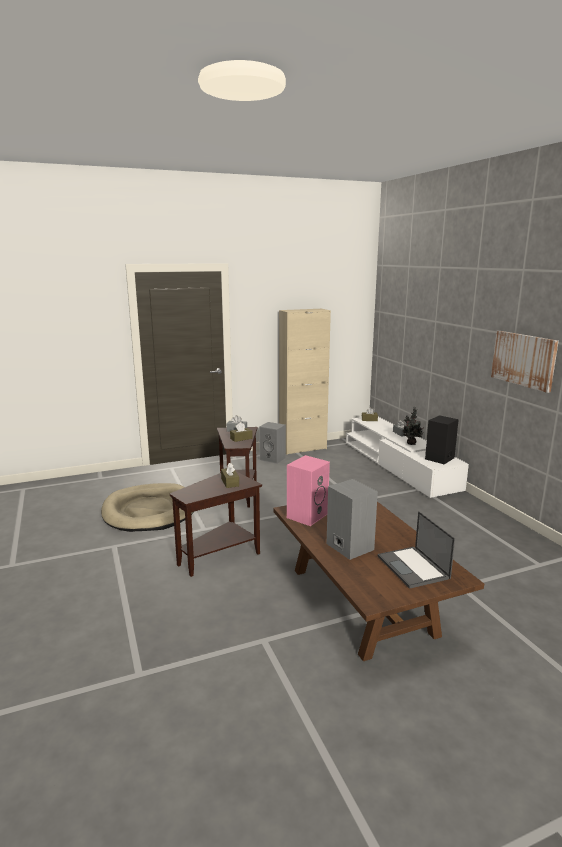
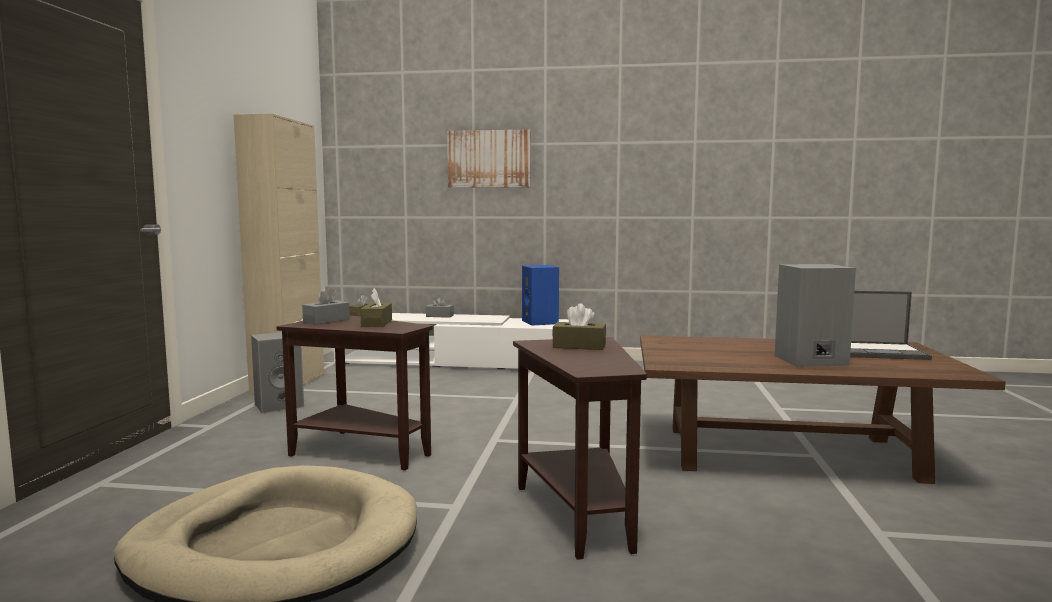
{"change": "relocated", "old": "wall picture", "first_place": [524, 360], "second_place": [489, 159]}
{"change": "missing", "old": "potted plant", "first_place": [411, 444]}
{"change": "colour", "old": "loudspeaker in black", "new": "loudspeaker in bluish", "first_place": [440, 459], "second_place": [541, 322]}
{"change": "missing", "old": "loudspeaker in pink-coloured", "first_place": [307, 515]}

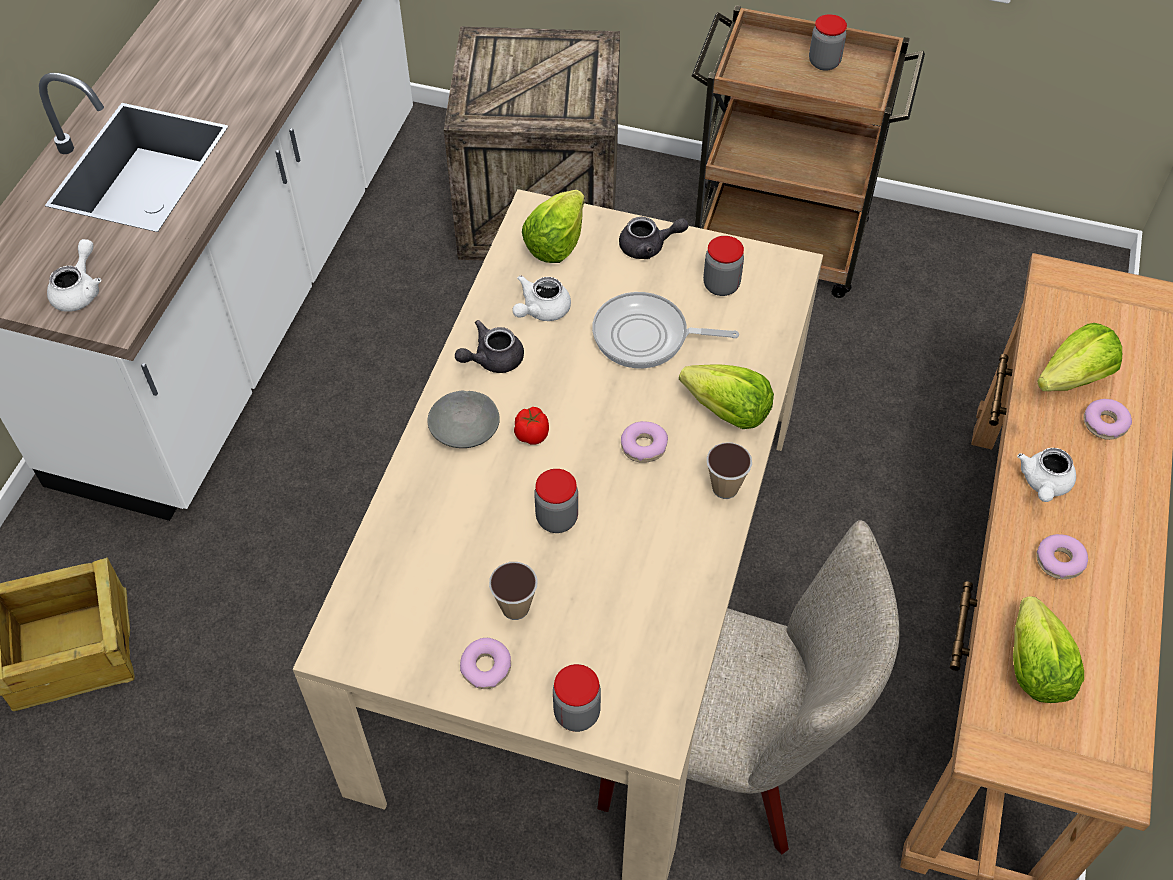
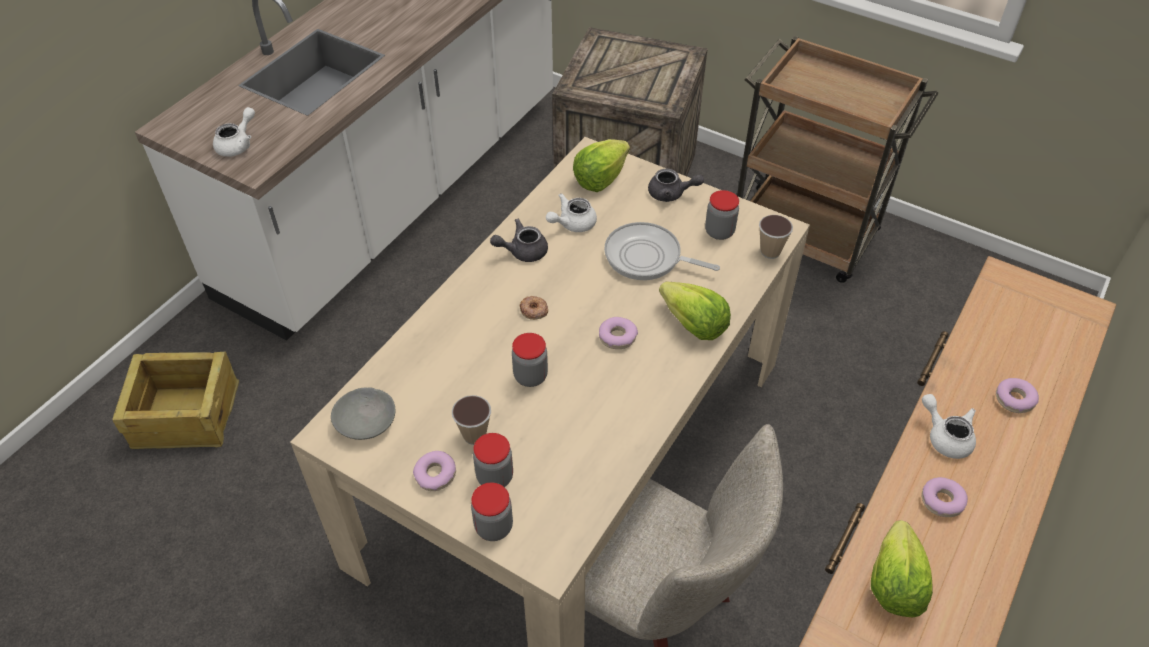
{"change": "relocated", "old": "jar", "first_place": [824, 62], "second_place": [495, 477]}
{"change": "missing", "old": "lettuce", "first_place": [1073, 378]}
{"change": "relocated", "old": "serving bowl in grey", "first_place": [465, 428], "second_place": [366, 421]}
{"change": "exchanged", "old": "tomato", "new": "doughnut", "first_place": [532, 434], "second_place": [533, 310]}
{"change": "relocated", "old": "drinking cup", "first_place": [725, 488], "second_place": [770, 251]}
{"change": "spun", "old": "pot for tea in white", "first_place": [1043, 484], "second_place": [945, 436], "degrees": 105}

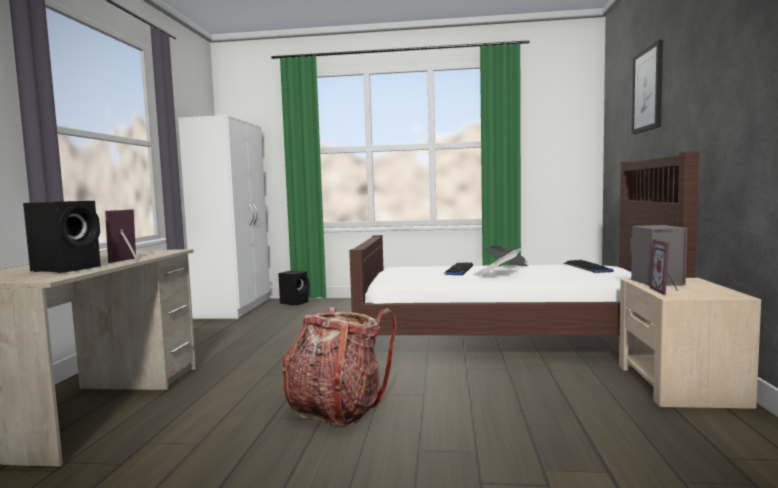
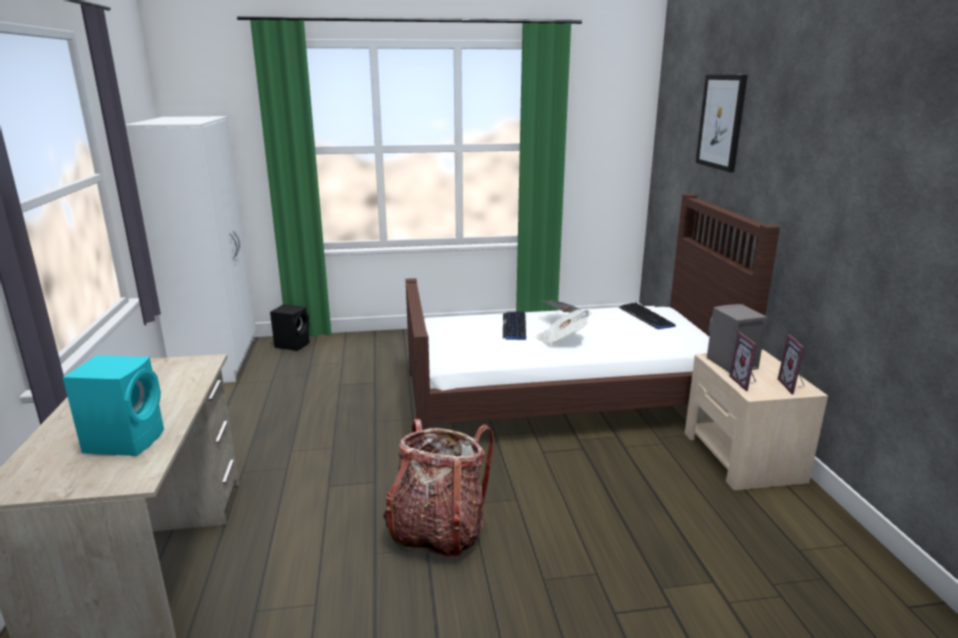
{"change": "colour", "old": "loudspeaker in black", "new": "loudspeaker in blue-green", "first_place": [68, 269], "second_place": [127, 440]}
{"change": "relocated", "old": "standing frame", "first_place": [129, 260], "second_place": [794, 386]}

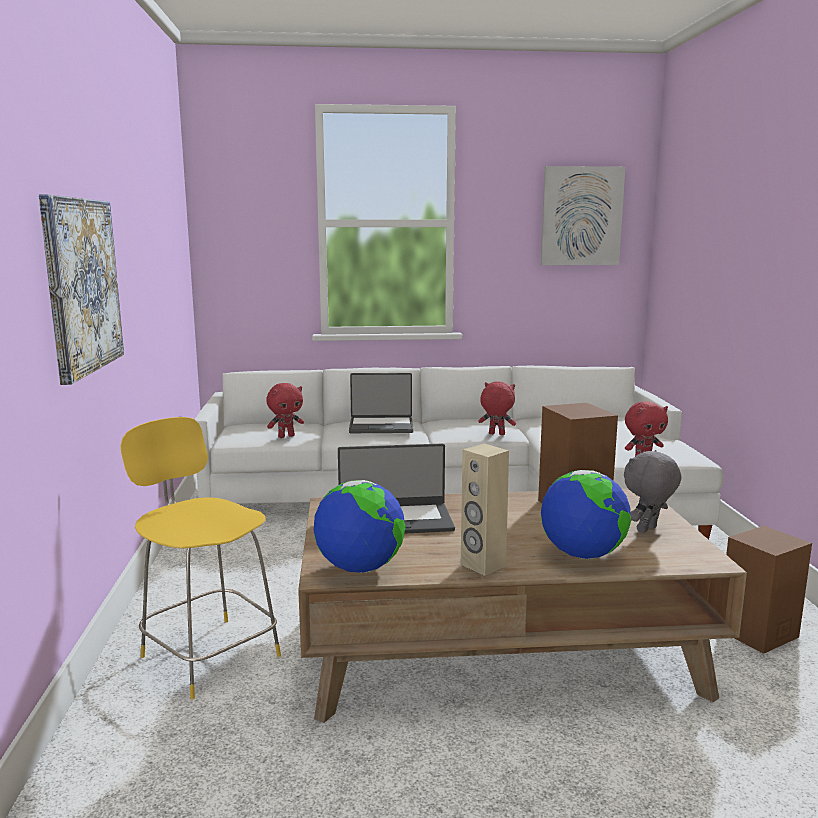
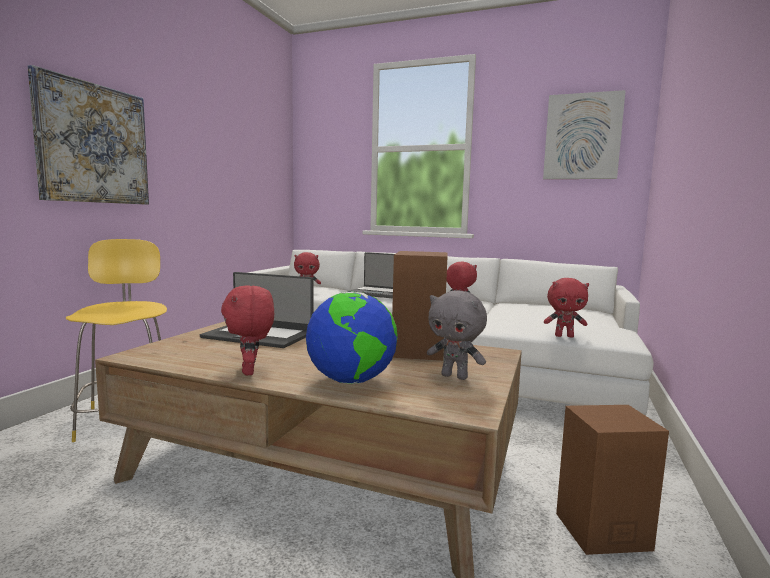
{"change": "exchanged", "old": "loudspeaker in beige-coloured", "new": "cuddly toy in red", "first_place": [482, 565], "second_place": [250, 371]}
{"change": "spun", "old": "cuddly toy in grey", "first_place": [648, 530], "second_place": [455, 376], "degrees": -135}
{"change": "missing", "old": "globe", "first_place": [360, 568]}

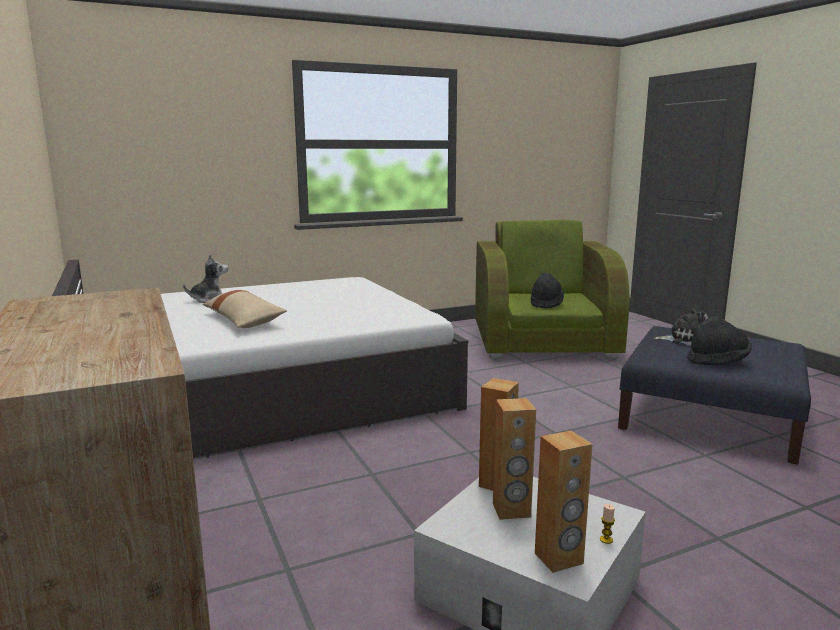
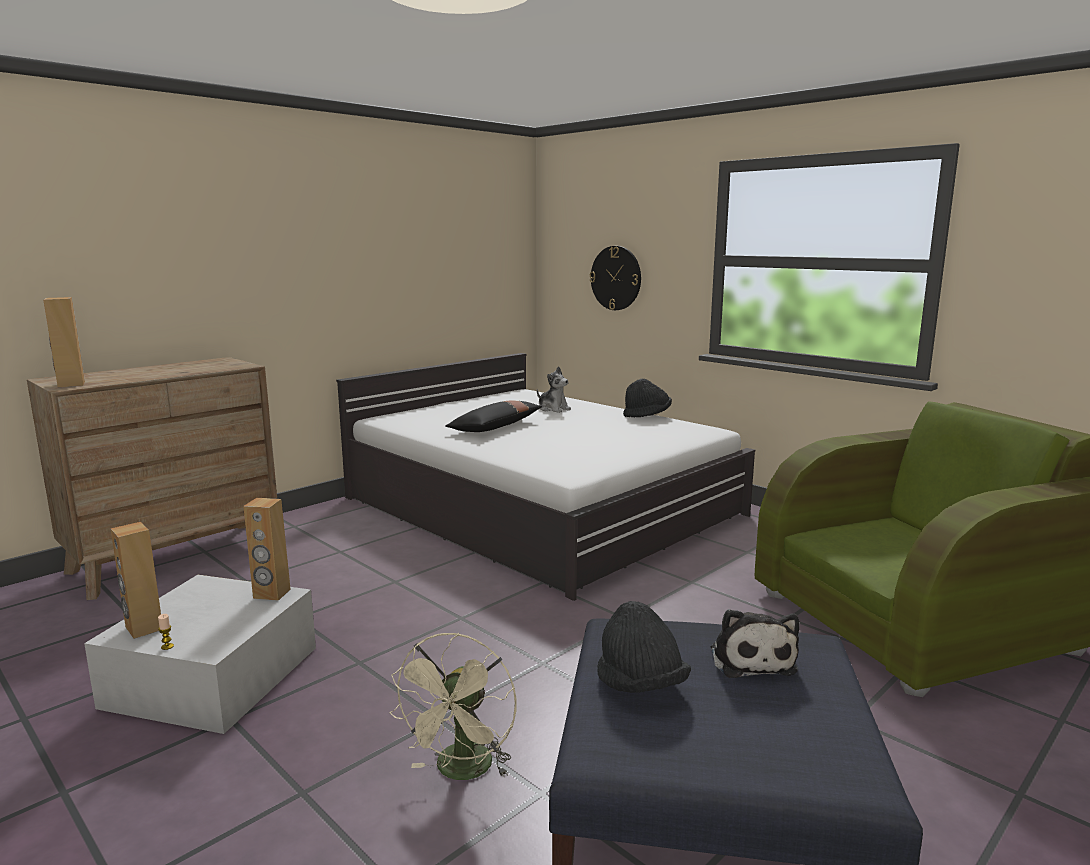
{"change": "relocated", "old": "clothing hat in black", "first_place": [546, 304], "second_place": [647, 416]}
{"change": "colour", "old": "throw pillow in beige-coloured", "new": "throw pillow in black", "first_place": [243, 320], "second_place": [495, 427]}
{"change": "relocated", "old": "loudspeaker in brown", "first_place": [511, 510], "second_place": [71, 384]}
{"change": "appeared", "new": "clock on the wall", "second_place": [616, 278]}
{"change": "appeared", "new": "electric fan in beige-coloured", "second_place": [461, 772]}

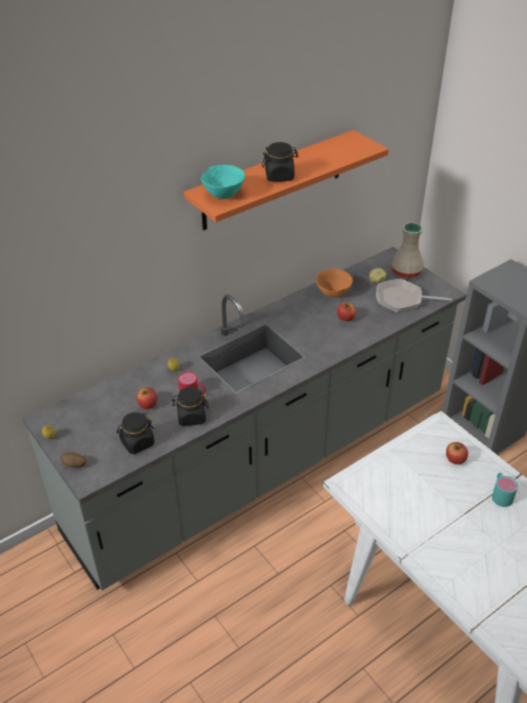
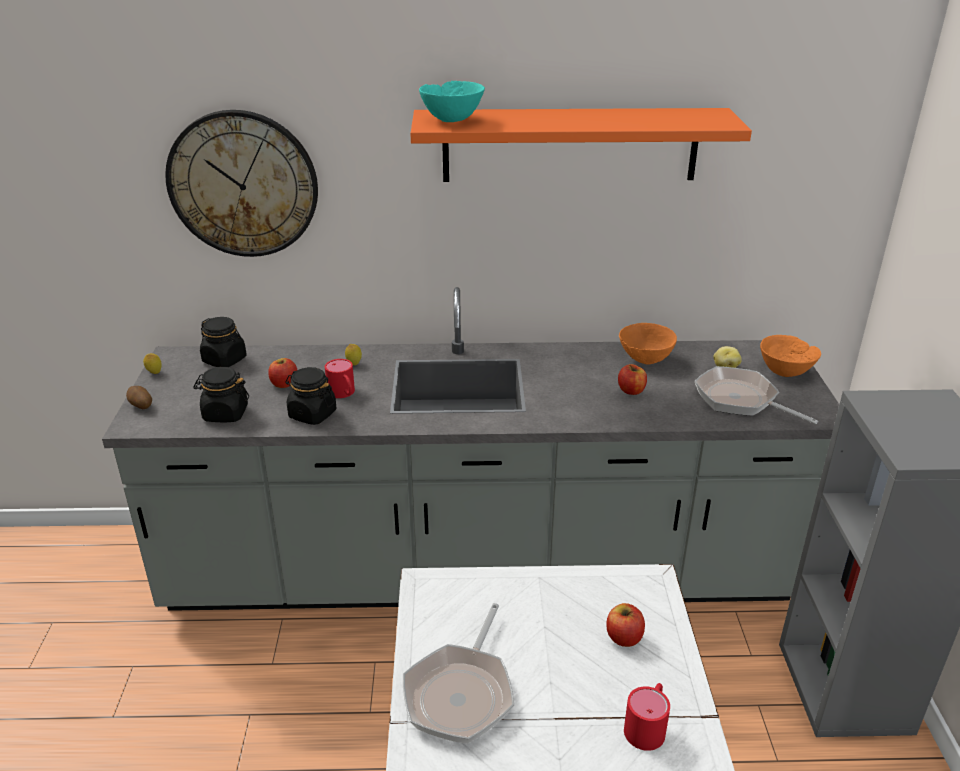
{"change": "relocated", "old": "jar in black", "first_place": [279, 176], "second_place": [225, 360]}
{"change": "exchanged", "old": "flower vase in beige-coloured", "new": "serving bowl in orange-coloured", "first_place": [407, 272], "second_place": [785, 372]}
{"change": "colour", "old": "coffee mug in blue-green", "new": "coffee mug in red", "first_place": [500, 494], "second_place": [648, 725]}
{"change": "appeared", "new": "clock on the wall", "second_place": [243, 184]}
{"change": "appeared", "new": "frying pan", "second_place": [461, 693]}

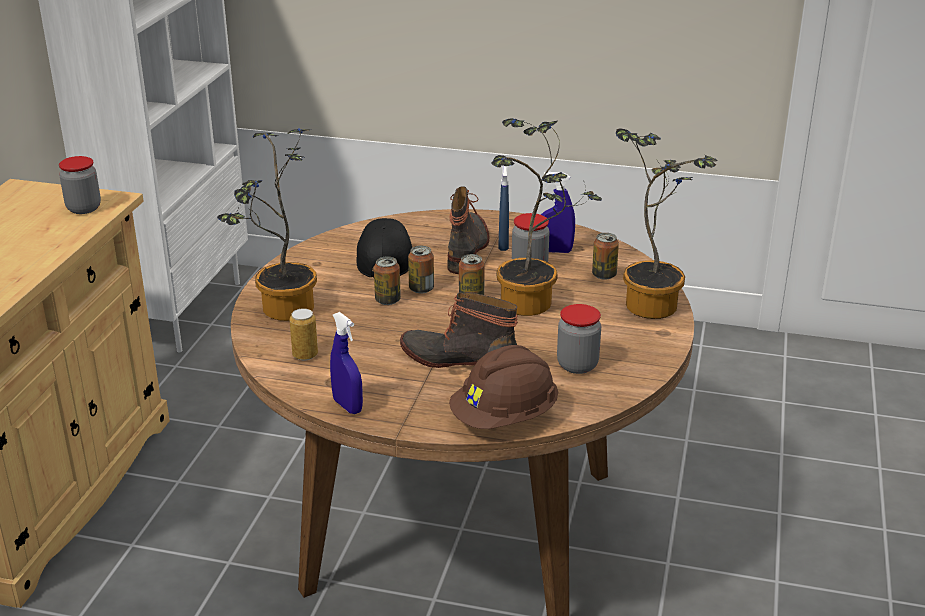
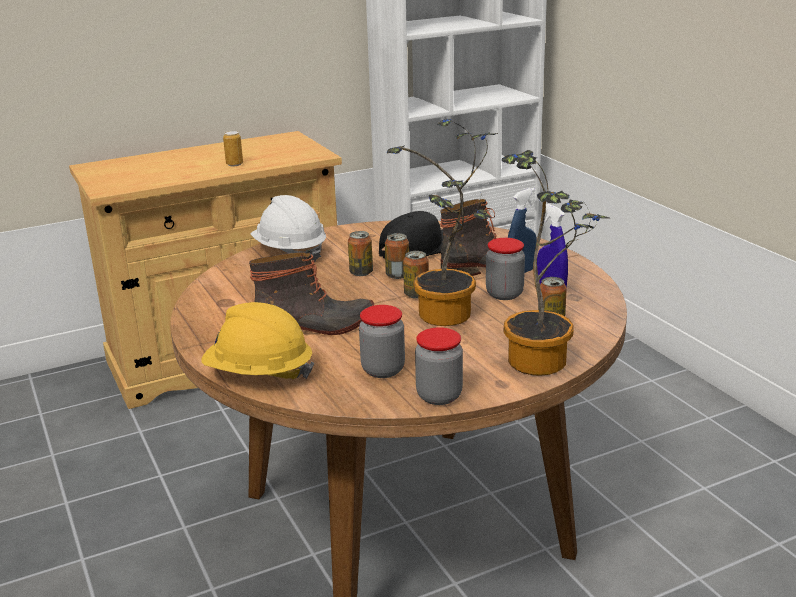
{"change": "exchanged", "old": "potted plant", "new": "work helmet in white", "first_place": [281, 311], "second_place": [290, 252]}
{"change": "relocated", "old": "jar", "first_place": [84, 208], "second_place": [439, 396]}
{"change": "spun", "old": "high-top boot", "first_place": [460, 361], "second_place": [316, 327], "degrees": 90}
{"change": "relocated", "old": "metal can", "first_place": [305, 355], "second_place": [234, 164]}
{"change": "missing", "old": "spray bottle in bluish", "first_place": [347, 406]}
{"change": "colour", "old": "work helmet in brown", "new": "work helmet in yellowish", "first_place": [505, 418], "second_place": [259, 374]}

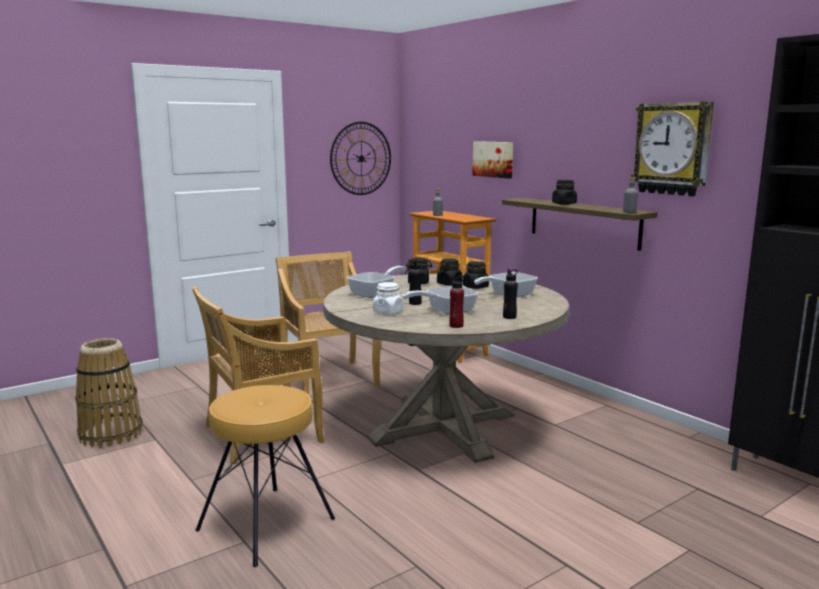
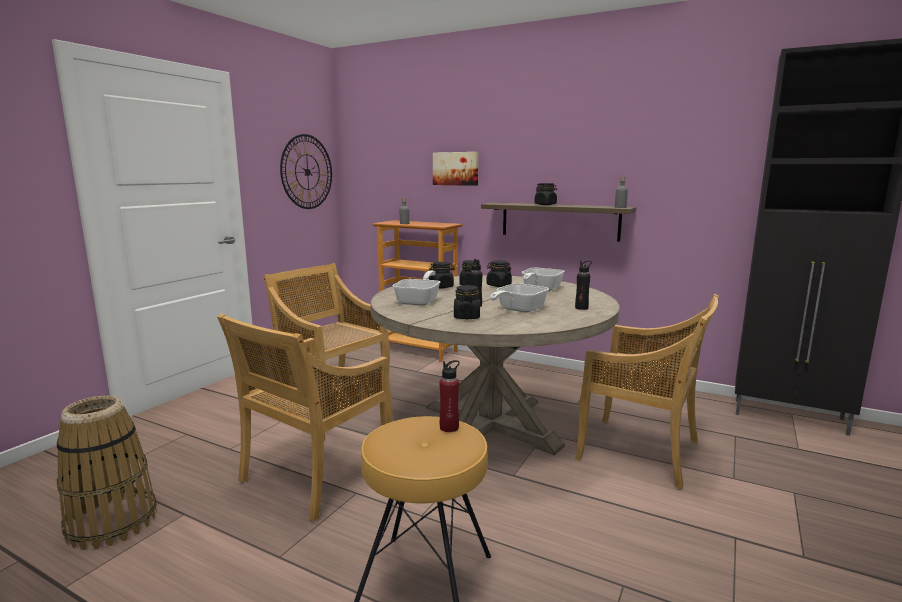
{"change": "missing", "old": "clock on the wall", "first_place": [672, 149]}
{"change": "relocated", "old": "beverage bottle in red", "first_place": [456, 326], "second_place": [449, 427]}
{"change": "colour", "old": "jar in white", "new": "jar in black", "first_place": [388, 312], "second_place": [467, 317]}
{"change": "appeared", "new": "plain chair in beige-coloured", "second_place": [641, 451]}

